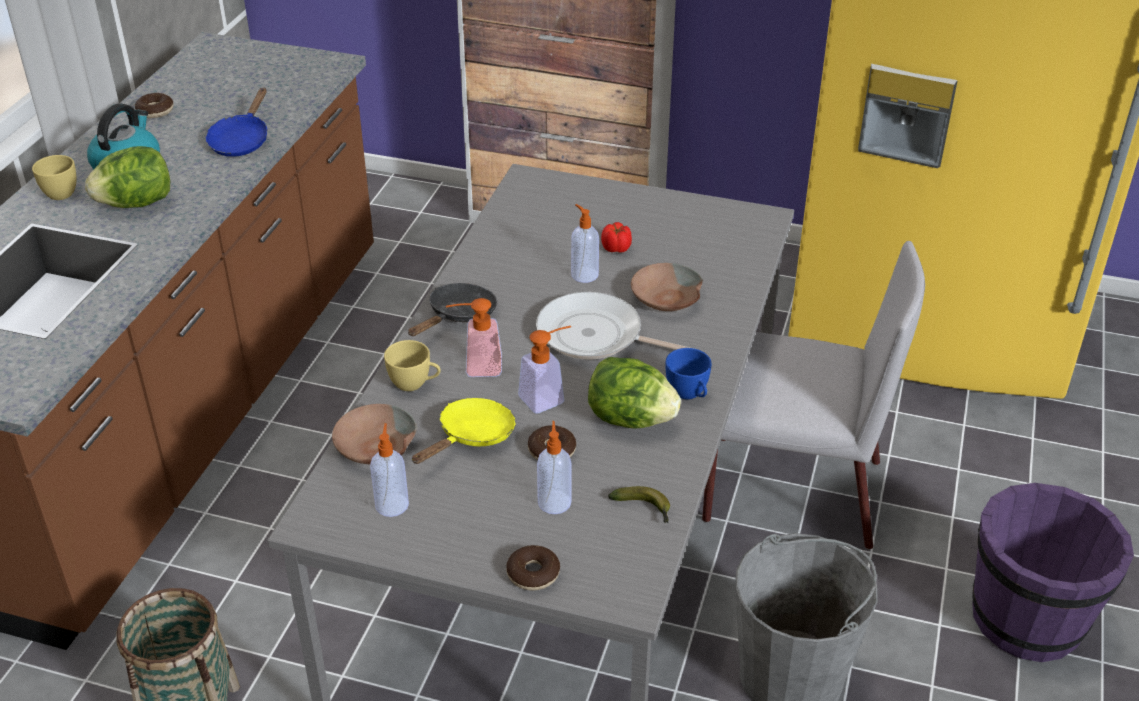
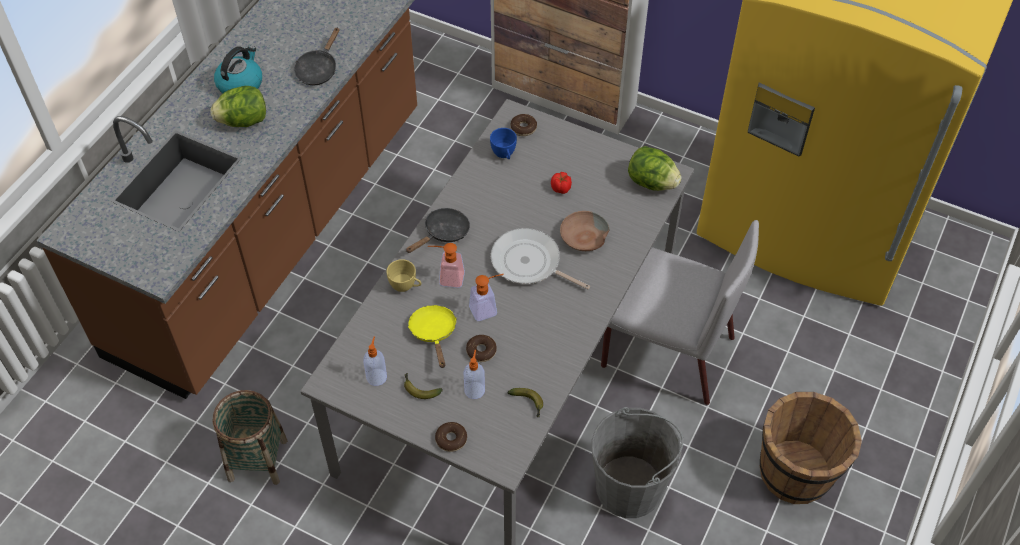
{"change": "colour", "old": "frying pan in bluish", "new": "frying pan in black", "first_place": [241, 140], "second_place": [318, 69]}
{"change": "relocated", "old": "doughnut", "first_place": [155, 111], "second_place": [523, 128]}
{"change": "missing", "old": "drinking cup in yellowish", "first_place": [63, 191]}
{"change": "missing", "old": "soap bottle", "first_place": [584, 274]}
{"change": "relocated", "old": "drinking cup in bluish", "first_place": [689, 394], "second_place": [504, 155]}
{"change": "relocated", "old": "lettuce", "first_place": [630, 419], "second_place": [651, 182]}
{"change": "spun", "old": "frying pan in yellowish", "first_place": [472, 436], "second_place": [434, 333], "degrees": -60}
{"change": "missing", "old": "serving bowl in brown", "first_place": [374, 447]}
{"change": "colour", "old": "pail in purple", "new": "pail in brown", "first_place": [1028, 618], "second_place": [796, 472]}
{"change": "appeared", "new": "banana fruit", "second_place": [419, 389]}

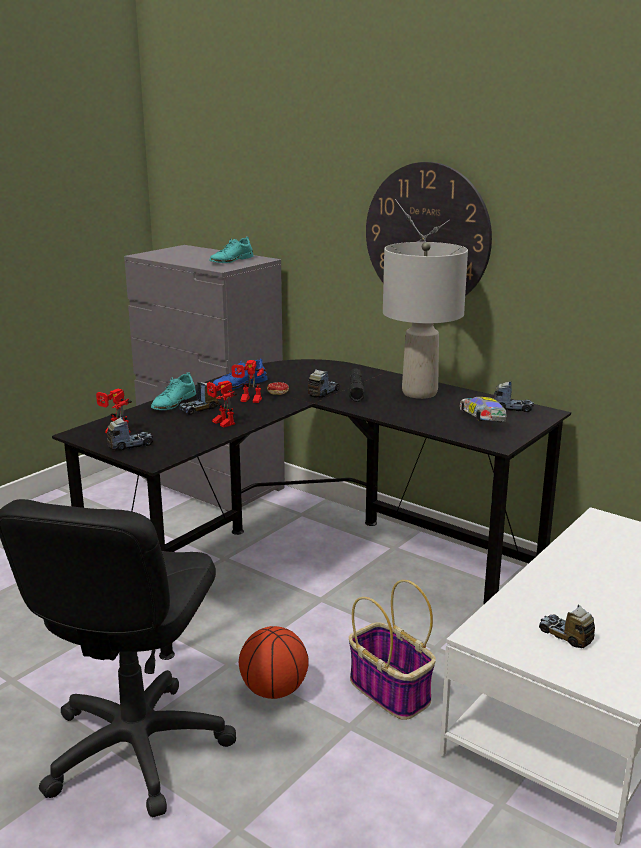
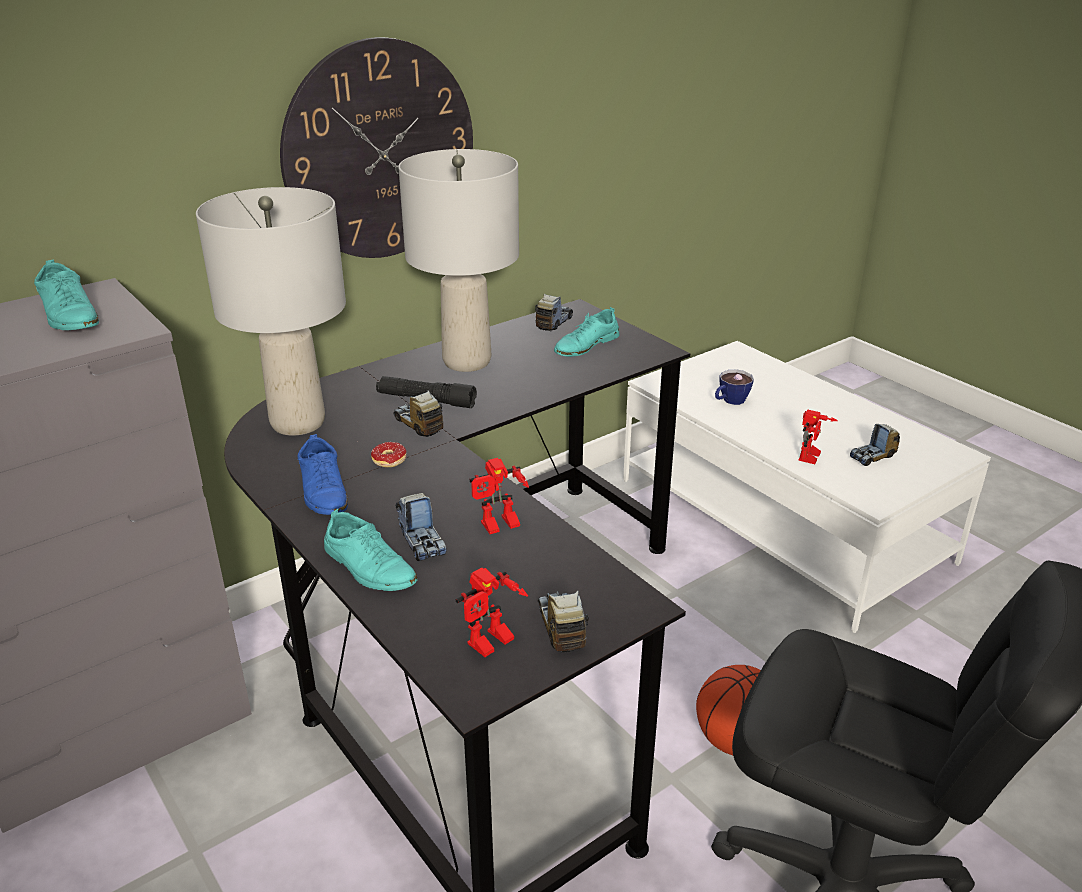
{"change": "relocated", "old": "model robot", "first_place": [248, 401], "second_place": [812, 458]}
{"change": "exchanged", "old": "toy car", "new": "item of footwear in blue-green", "first_place": [482, 421], "second_place": [586, 345]}
{"change": "missing", "old": "basket", "first_place": [391, 691]}
{"change": "appeared", "new": "lamp for a table in grey", "second_place": [298, 423]}
{"change": "appeared", "new": "drinking cup", "second_place": [730, 401]}

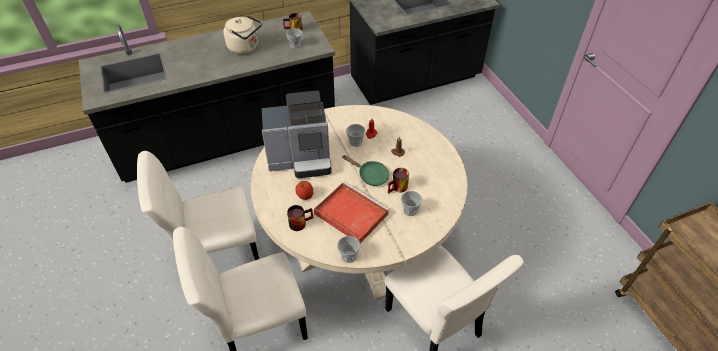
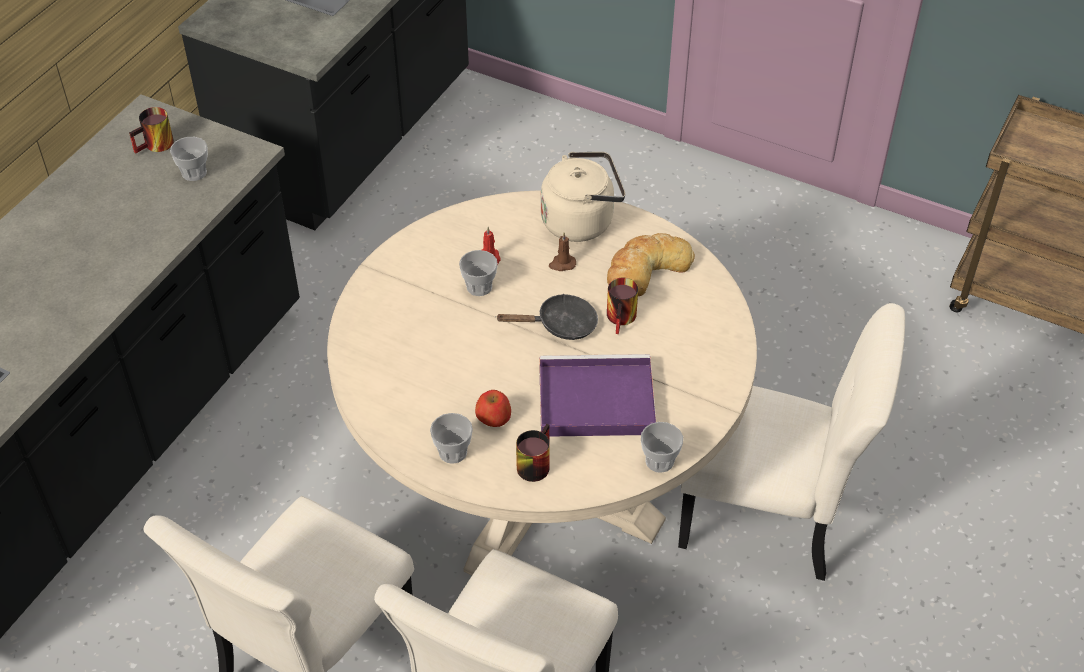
{"change": "relocated", "old": "tea kettle in beige-coloured", "first_place": [245, 47], "second_place": [581, 221]}
{"change": "missing", "old": "coffee maker", "first_place": [301, 159]}
{"change": "colour", "old": "frying pan in green-coloured", "new": "frying pan in black", "first_place": [370, 175], "second_place": [560, 325]}
{"change": "colour", "old": "tray in red", "new": "tray in purple", "first_place": [350, 213], "second_place": [593, 400]}
{"change": "relocated", "old": "drinking cup", "first_place": [410, 210], "second_place": [453, 452]}
{"change": "appeared", "new": "bakery bread", "second_place": [646, 268]}

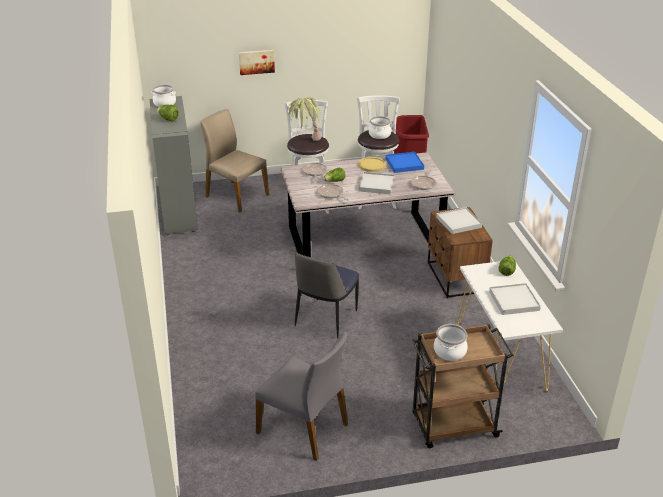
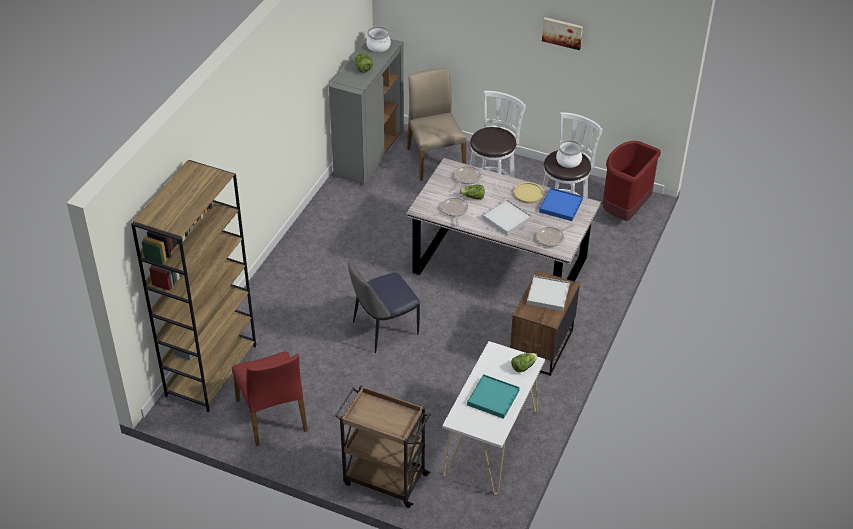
{"change": "relocated", "old": "wall picture", "first_place": [256, 61], "second_place": [562, 32]}
{"change": "missing", "old": "potted plant", "first_place": [305, 141]}
{"change": "colour", "old": "tray in white", "new": "tray in blue-green", "first_place": [513, 301], "second_place": [493, 398]}
{"change": "missing", "old": "cooking pot", "first_place": [449, 351]}
{"change": "colour", "old": "plain chair in grey", "new": "plain chair in red", "first_place": [304, 428], "second_place": [272, 415]}
{"change": "appeared", "new": "bookshelf in brown", "second_place": [211, 370]}

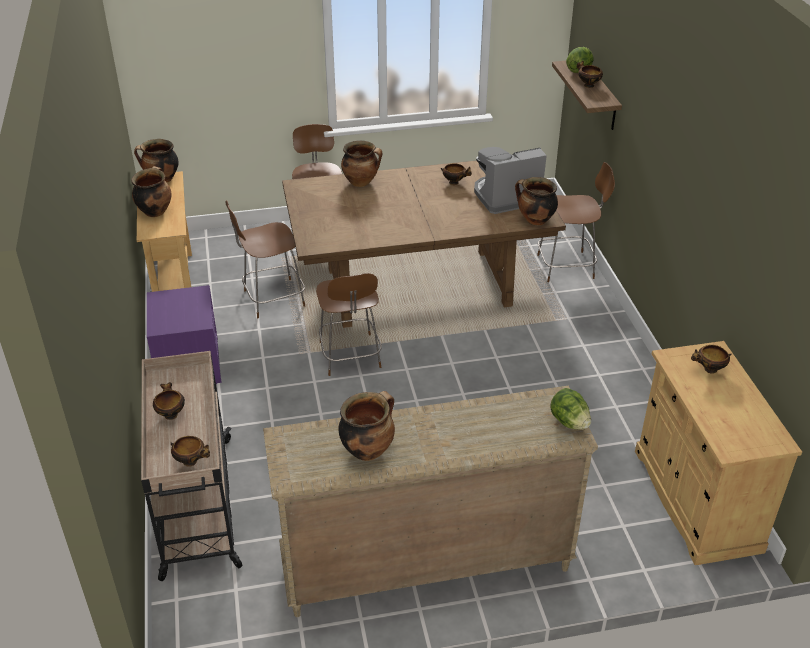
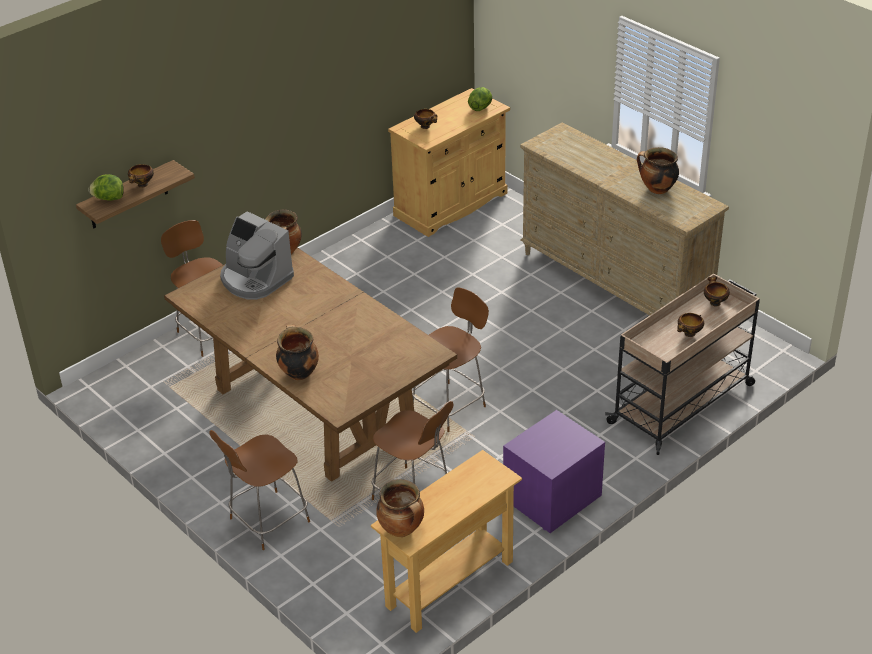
{"change": "missing", "old": "serving bowl", "first_place": [455, 182]}
{"change": "missing", "old": "cooking pot", "first_place": [155, 211]}
{"change": "relocated", "old": "lettuce", "first_place": [569, 422], "second_place": [480, 107]}

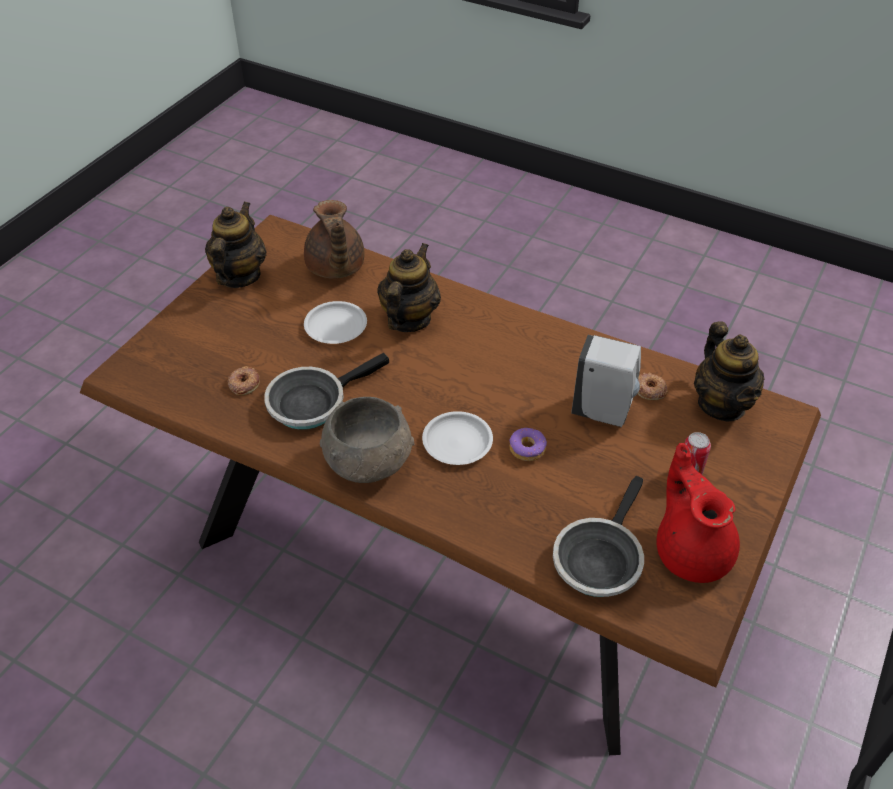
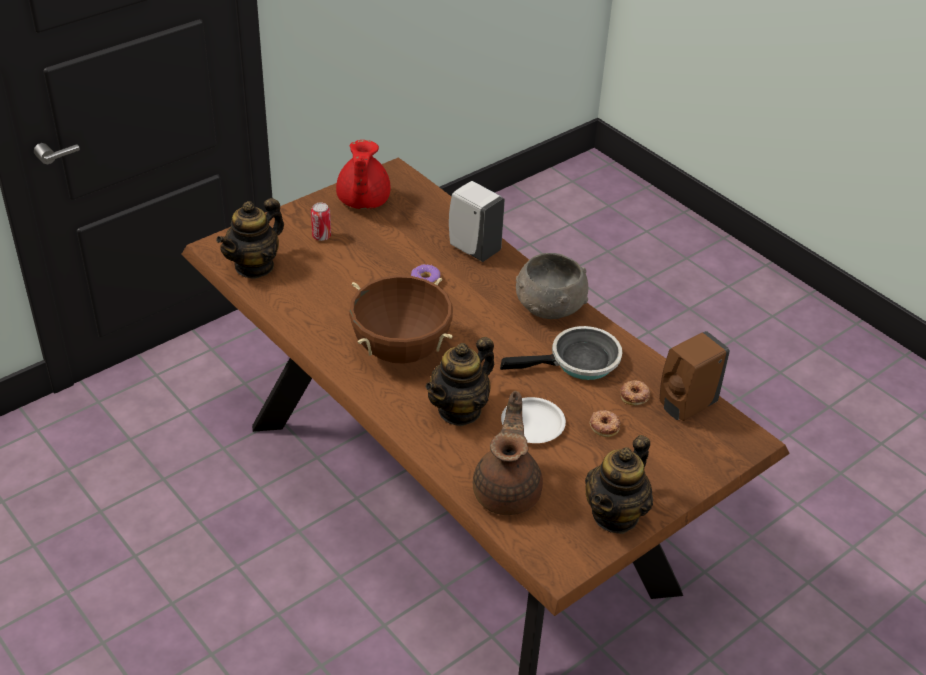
{"change": "spun", "old": "pot for tea", "first_place": [721, 404], "second_place": [254, 266], "degrees": -150}
{"change": "relocated", "old": "soap bottle in white", "first_place": [604, 412], "second_place": [473, 248]}
{"change": "relocated", "old": "doughnut", "first_place": [649, 390], "second_place": [604, 425]}
{"change": "missing", "old": "dinner plate in white", "first_place": [457, 442]}
{"change": "missing", "old": "frying pan", "first_place": [598, 558]}
{"change": "appeared", "new": "cooking pot in brown", "second_place": [400, 350]}
{"change": "appeared", "new": "soap bottle in brown", "second_place": [685, 406]}

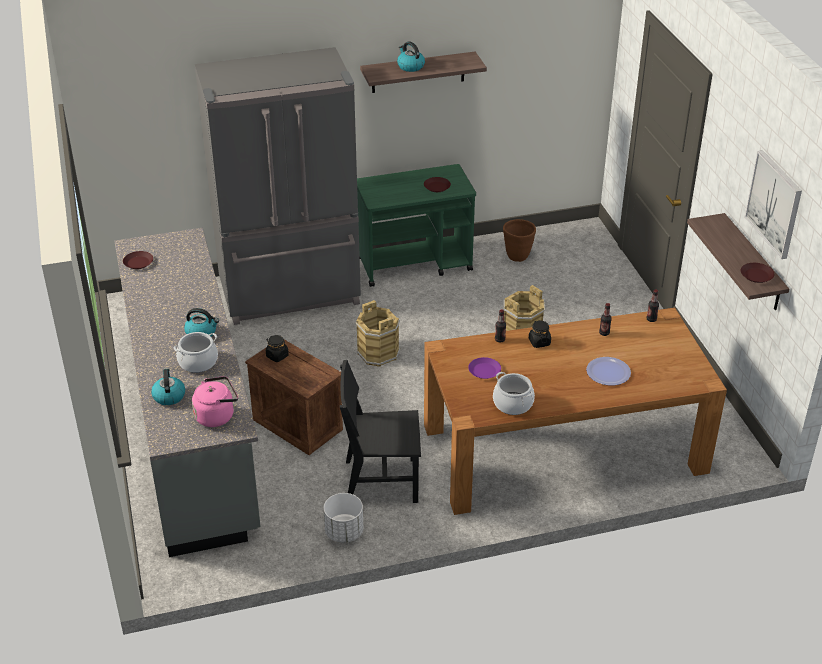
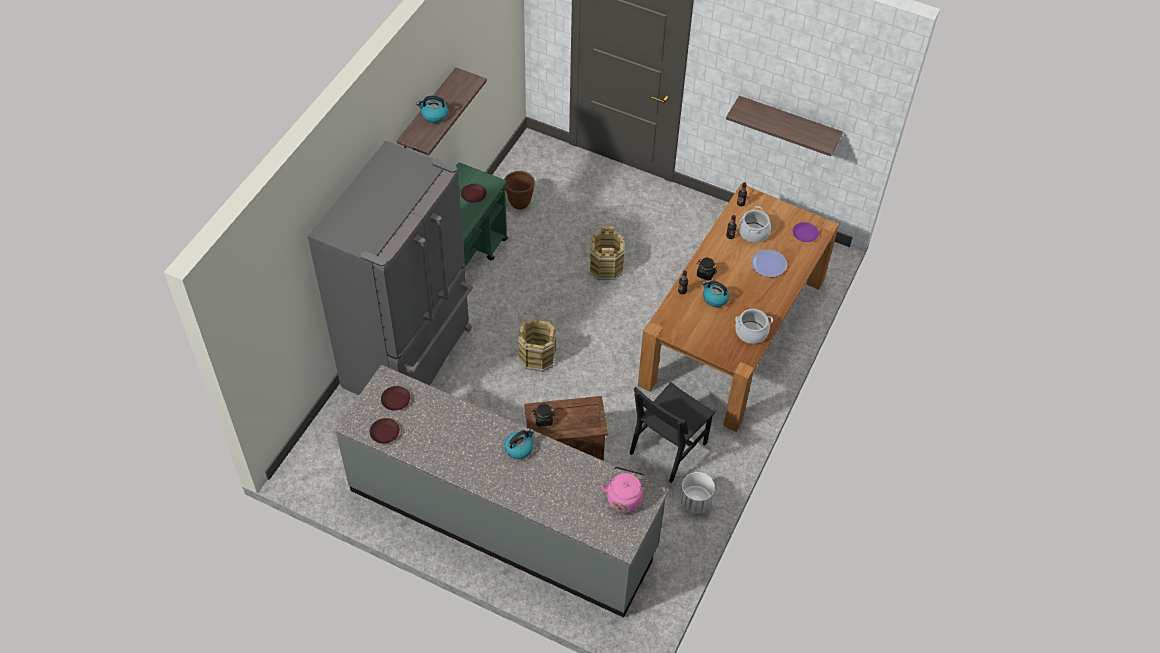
{"change": "missing", "old": "wall picture", "first_place": [774, 204]}
{"change": "relocated", "old": "dinner plate in brown", "first_place": [756, 276], "second_place": [396, 400]}
{"change": "relocated", "old": "cooking pot", "first_place": [198, 362], "second_place": [753, 232]}
{"change": "relocated", "old": "dinner plate in purple", "first_place": [484, 371], "second_place": [805, 234]}
{"change": "relocated", "old": "tea kettle", "first_place": [169, 396], "second_place": [714, 298]}

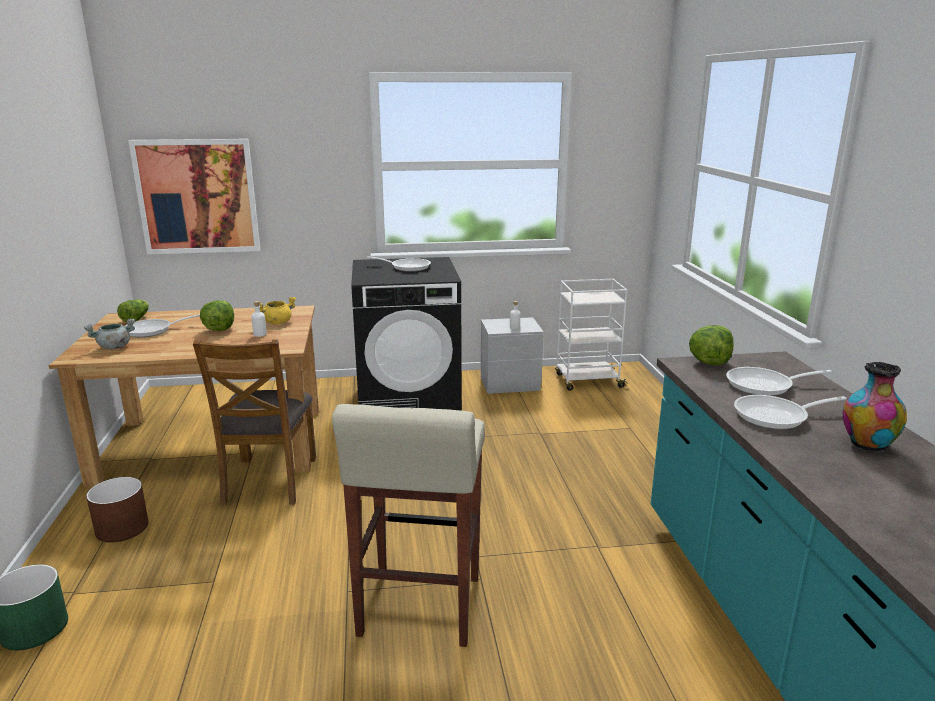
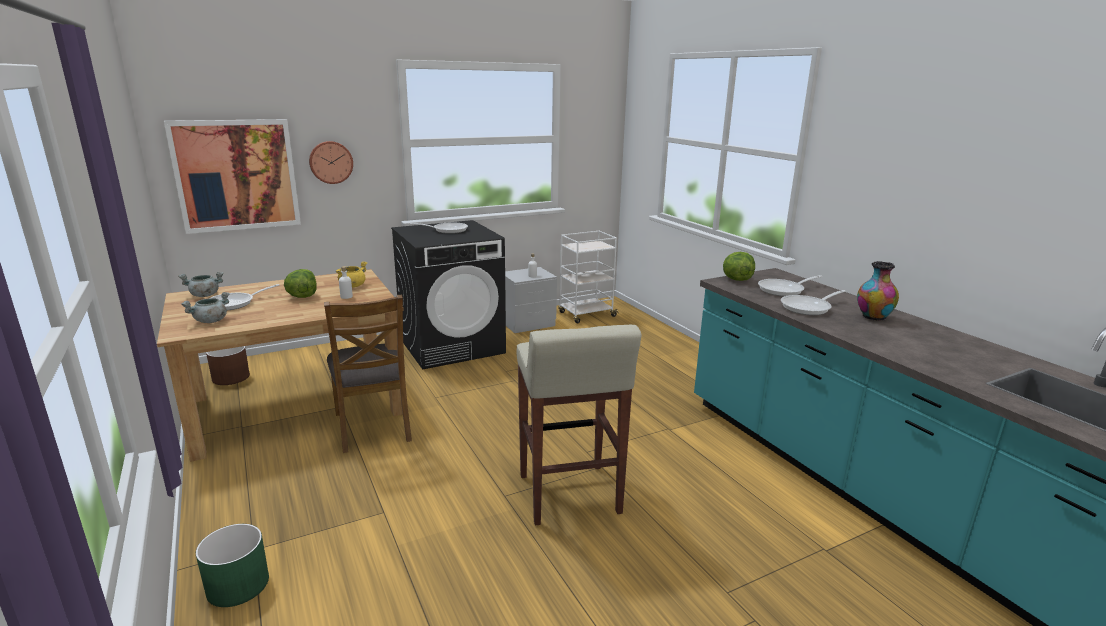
{"change": "exchanged", "old": "lettuce", "new": "cooking pot in grey", "first_place": [136, 319], "second_place": [204, 295]}
{"change": "relocated", "old": "planter in brown", "first_place": [122, 527], "second_place": [231, 377]}
{"change": "appeared", "new": "clock on the wall", "second_place": [331, 162]}

